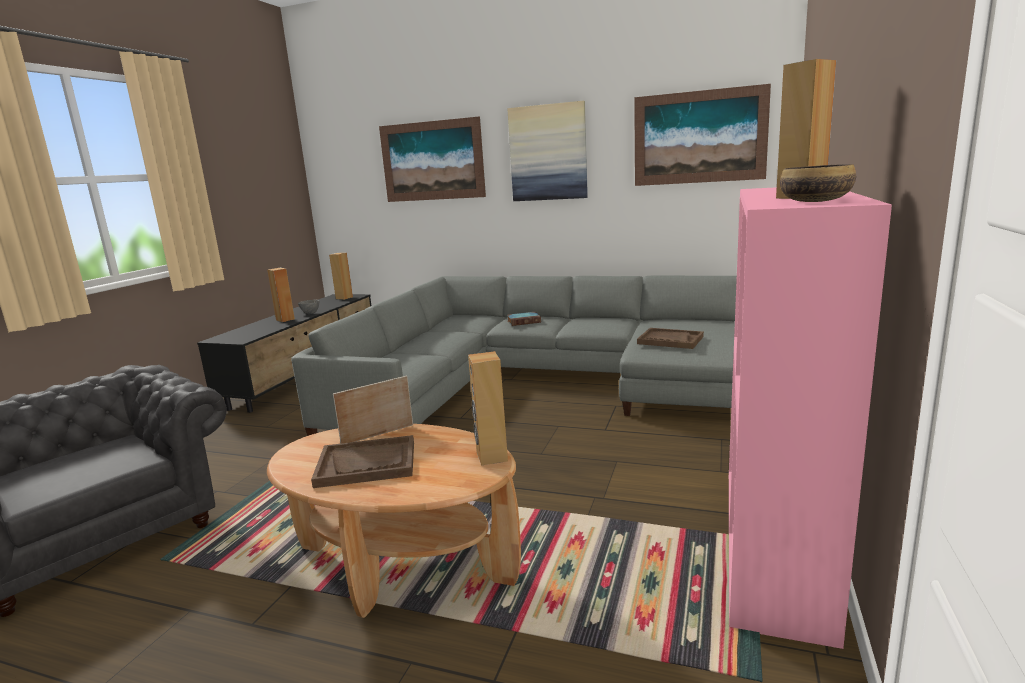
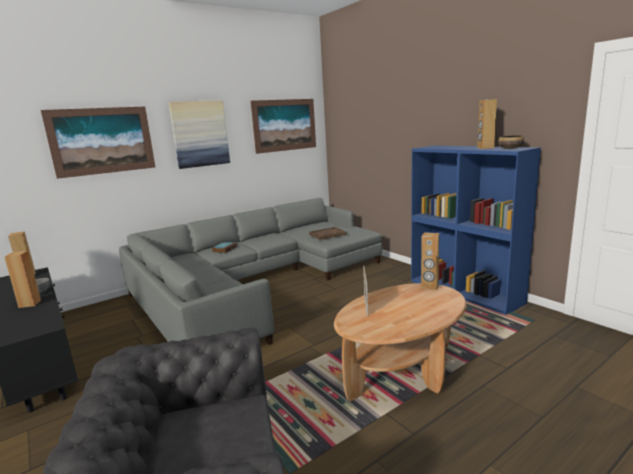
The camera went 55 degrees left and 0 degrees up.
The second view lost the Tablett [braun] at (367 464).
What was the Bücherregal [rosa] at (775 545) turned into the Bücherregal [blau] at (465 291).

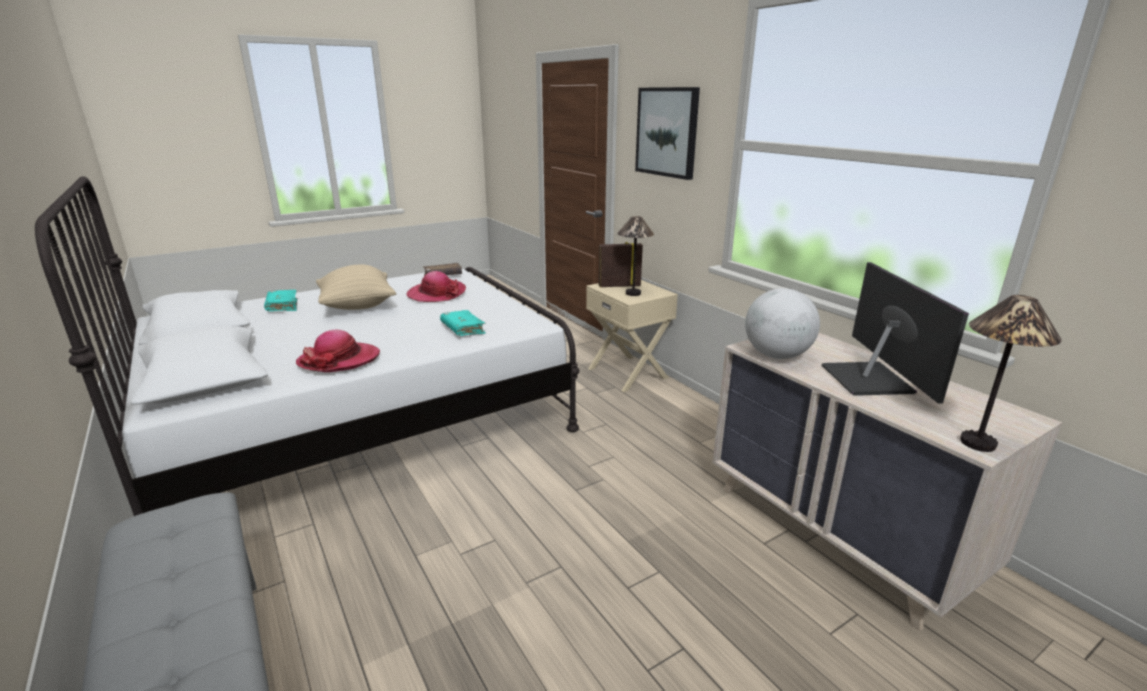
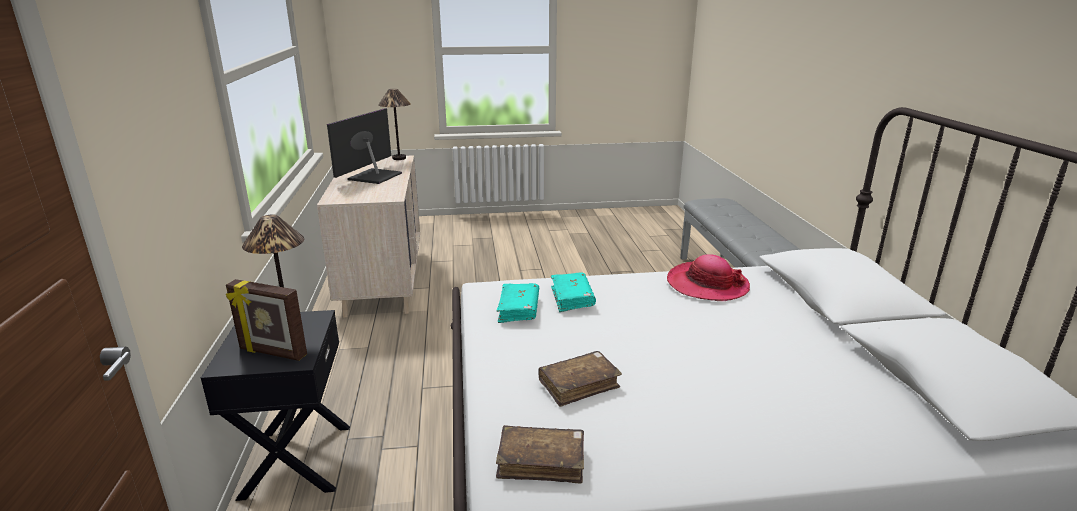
The camera went 155 degrees left and 0 degrees up.
The second view lost the Kissen [beige] at (358 306).
The second view lost the Bild at (667 132).
The second view lost the Globus at (777 355).
The Buch [türkis] ended up elsewhere, having gone from (282 306) to (518 309).
Where the Hut stood at (436 294), the Buch [braun] came to stand at (579 385).
What was the Nachttisch [beige] at (628 373) turned into the Nachttisch [schwarz] at (295 461).

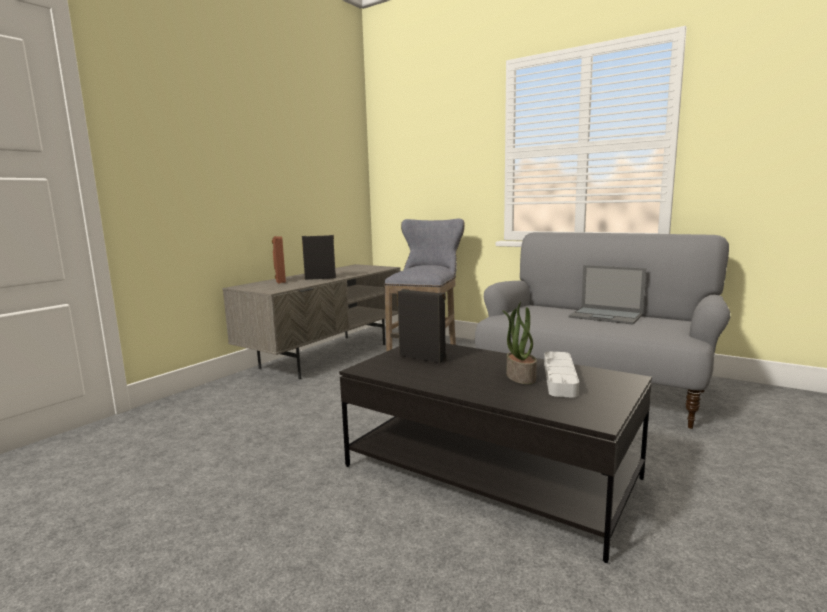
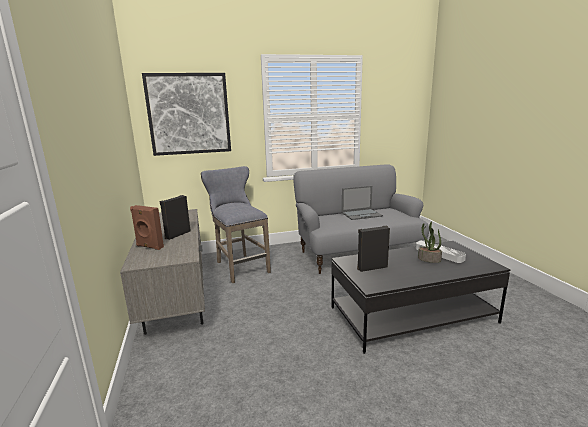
The camera went 50 degrees left and 5 degrees up.
The second view gained the Bild at (189 114).

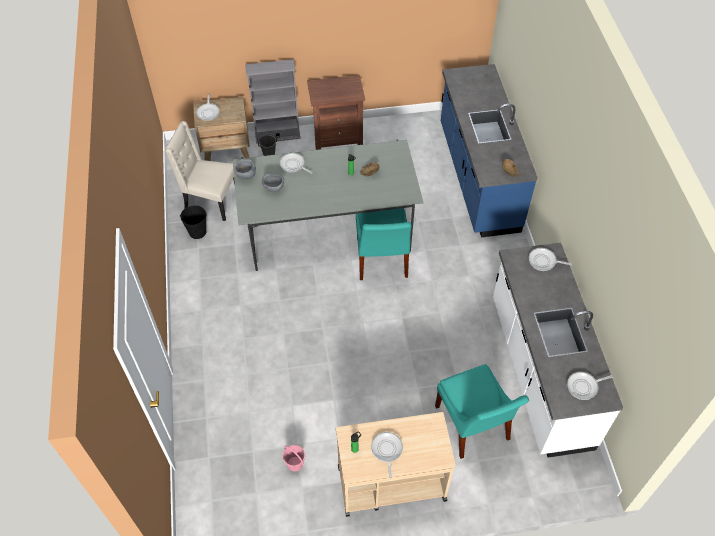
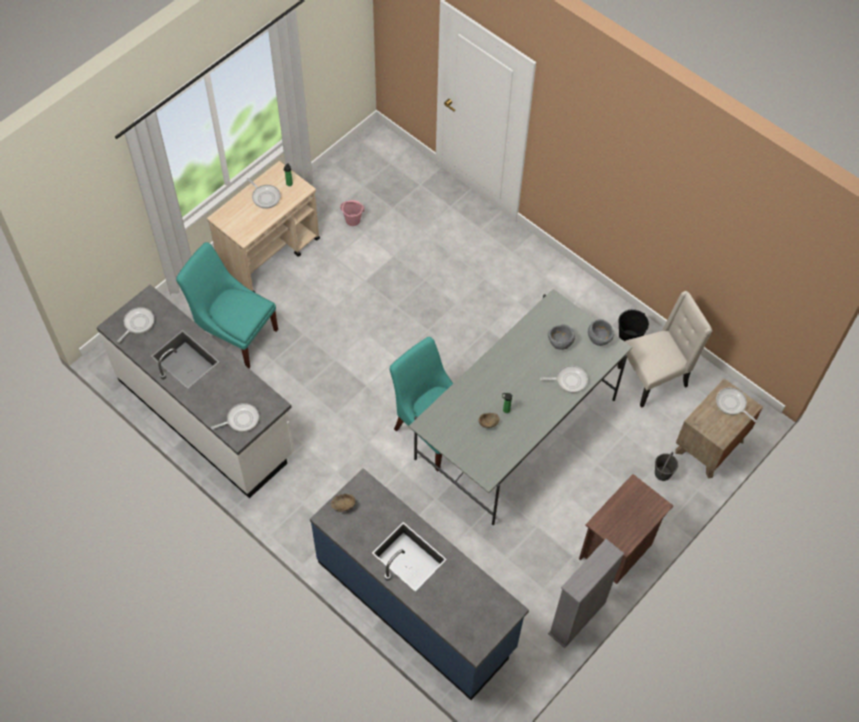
The camera went 140 degrees right and 5 degrees up.
The Bücherregal [grau] ended up elsewhere, having gone from (277 135) to (577 618).

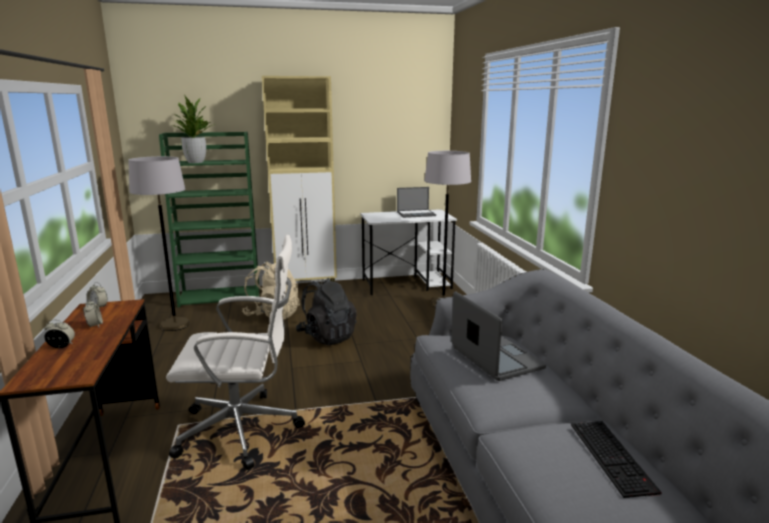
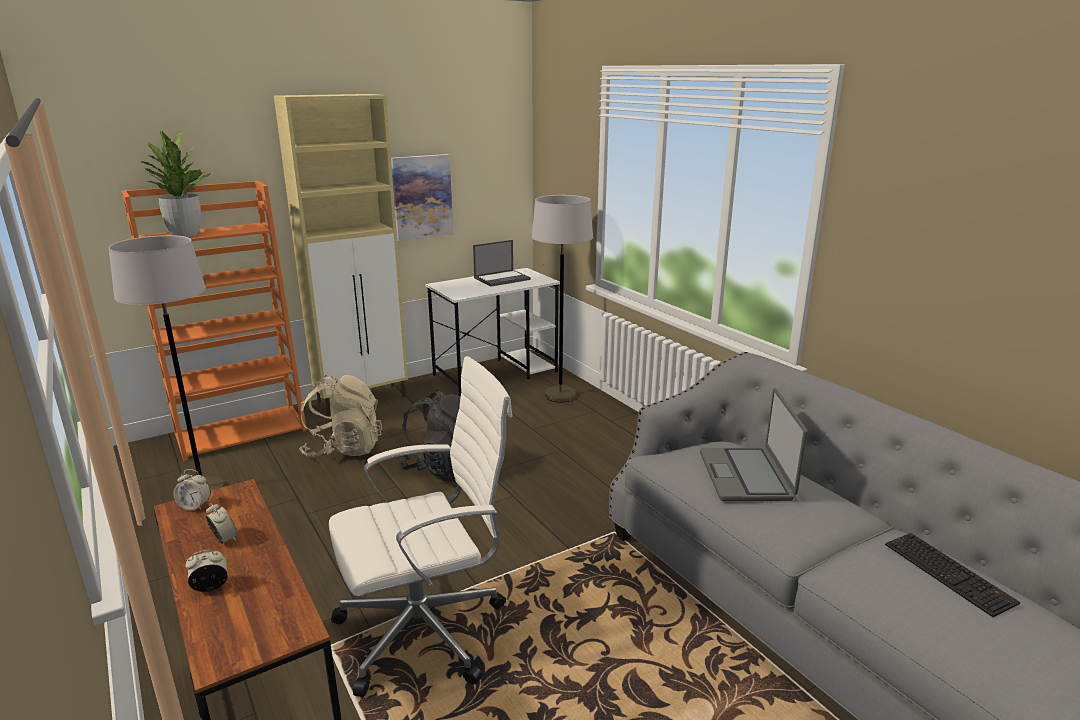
The camera went 20 degrees left and 5 degrees up.
The second view gained the Bild at (422 197).
What was the Bücherregal [grün] at (221 296) turned into the Bücherregal [orange] at (242 431).
The Laptop at (495 358) ended up facing another way, 135 degrees counterclockwise from before.

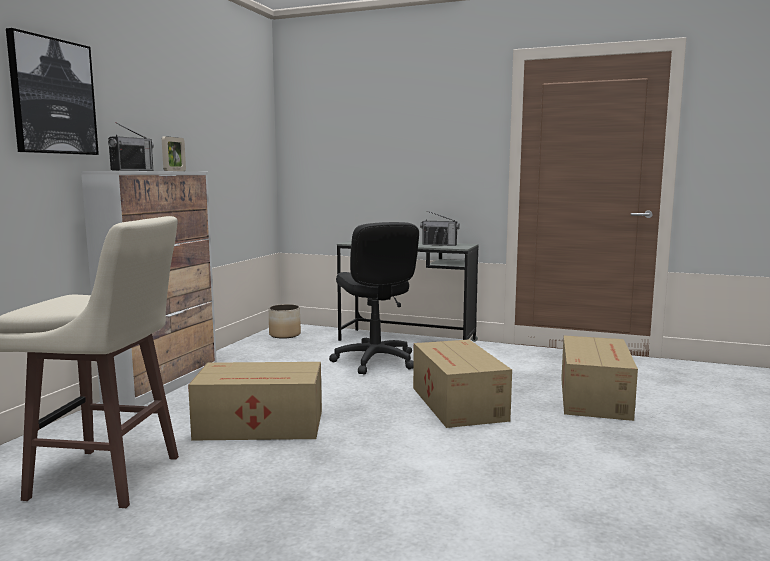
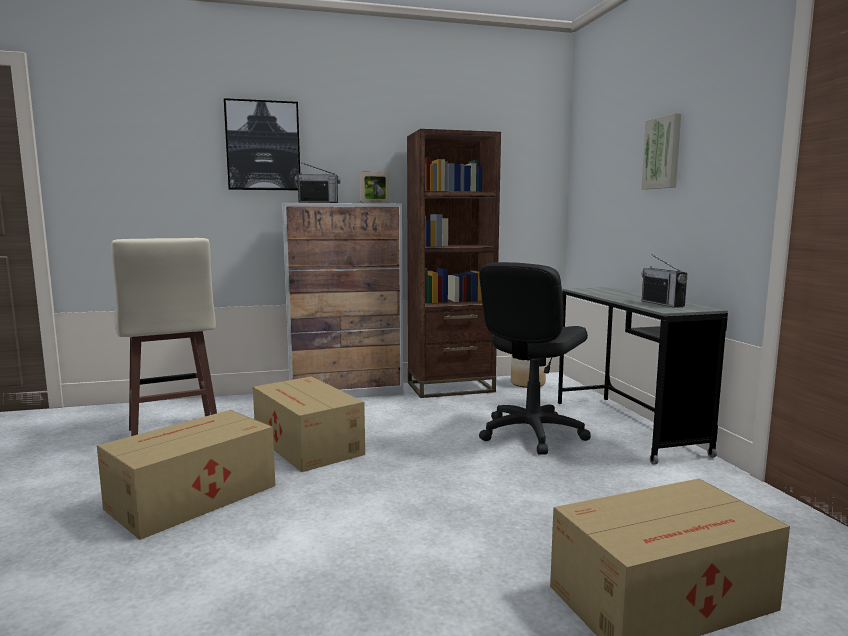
The camera went 55 degrees right and 0 degrees up.
The second view gained the Bücherregal [braun] at (450 387).
The second view gained the Bild at (663 153).
The Karton ended up elsewhere, having gone from (458 404) to (190 497).

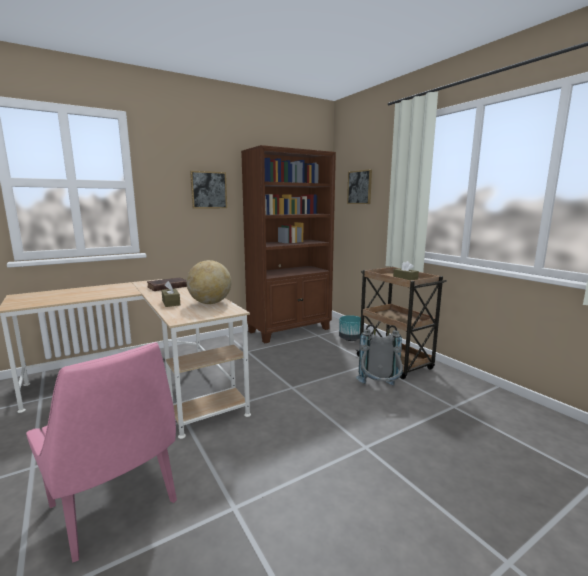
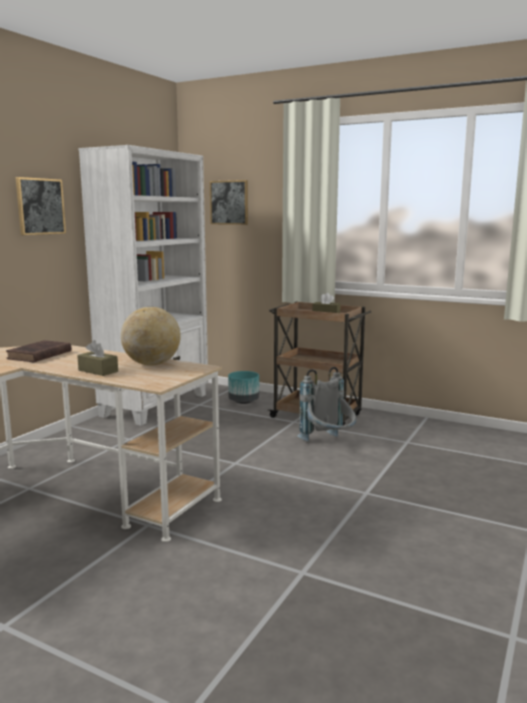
The camera went 30 degrees left and 0 degrees up.
The second view lost the Stuhl [rosa] at (115 506).
What was the Bücherregal [braun] at (290 330) turned into the Bücherregal [weiß] at (156 405).

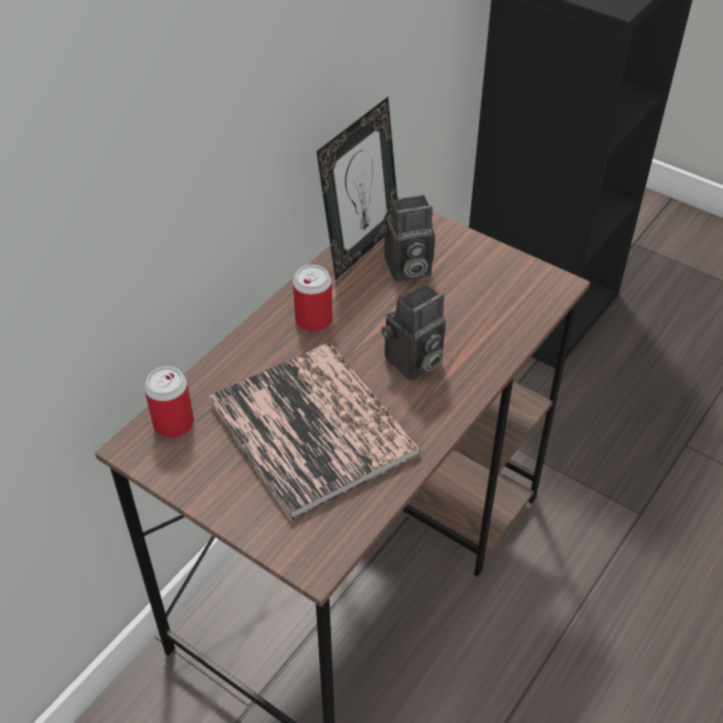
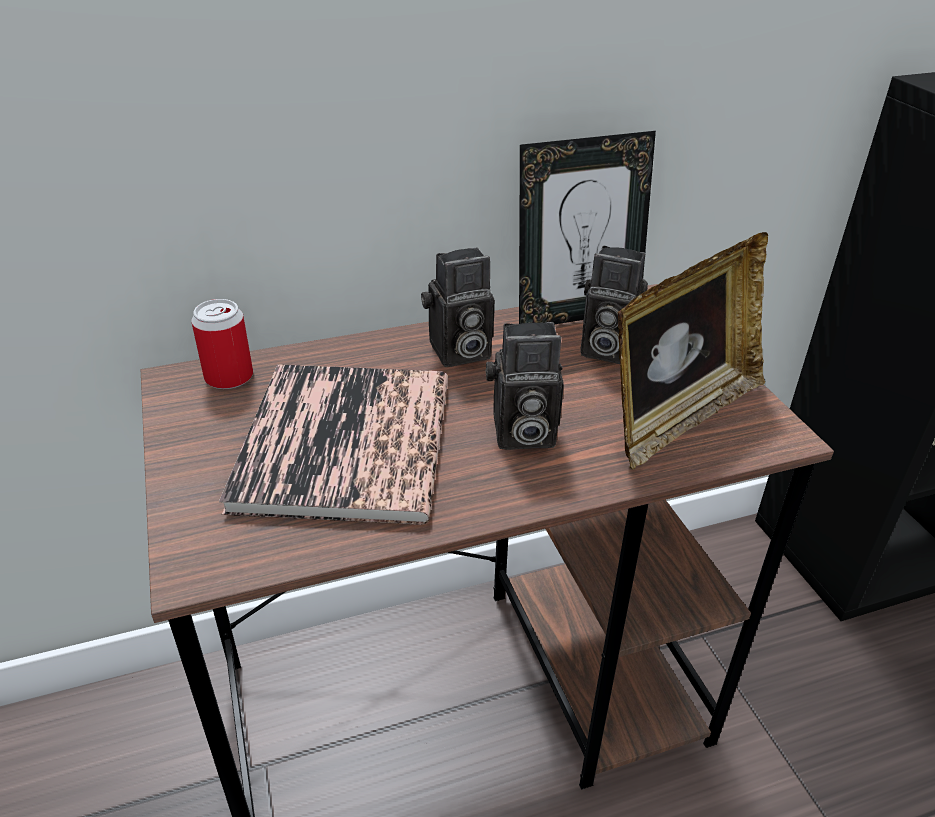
The camera went 35 degrees right and 10 degrees down.
The second view gained the Bilderrahmen at (679 416).
Where the Dose stood at (314 320), the Kamera came to stand at (458 353).

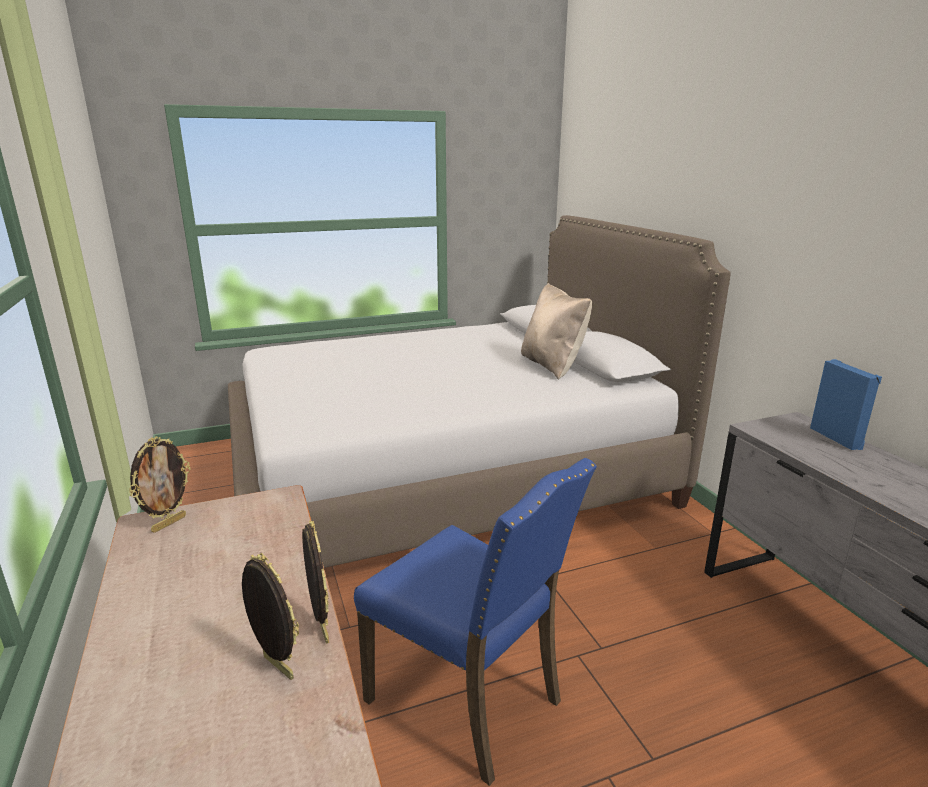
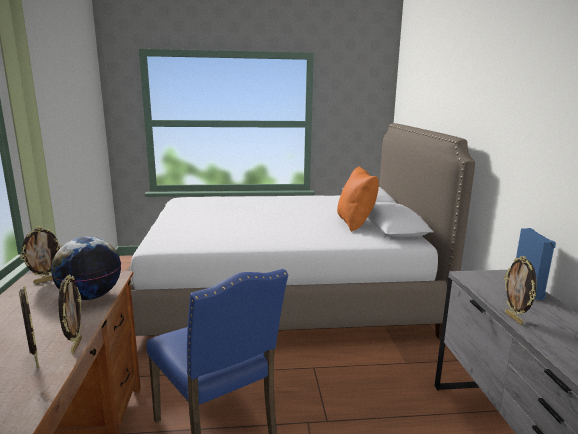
The camera went 15 degrees right and 5 degrees down.
The second view gained the Globus at (90 296).
The second view gained the Bilderrahmen at (514 318).
What was the Kissen [beige] at (553 365) turned into the Kissen [orange] at (355 223).

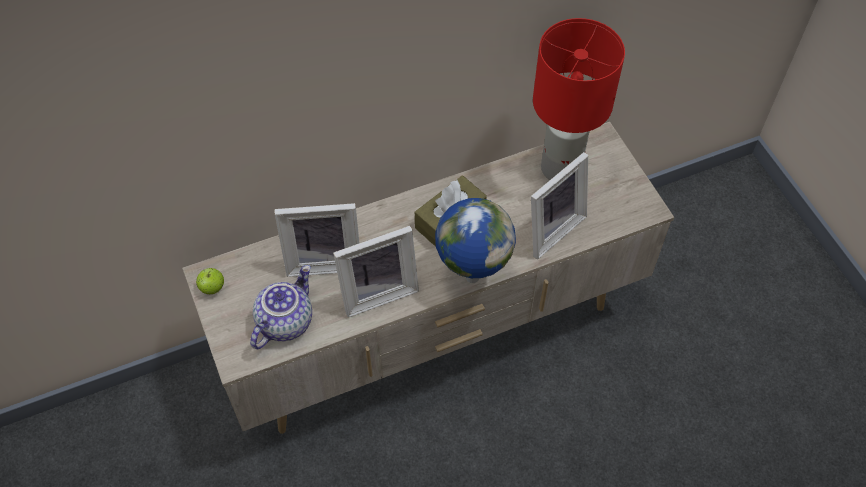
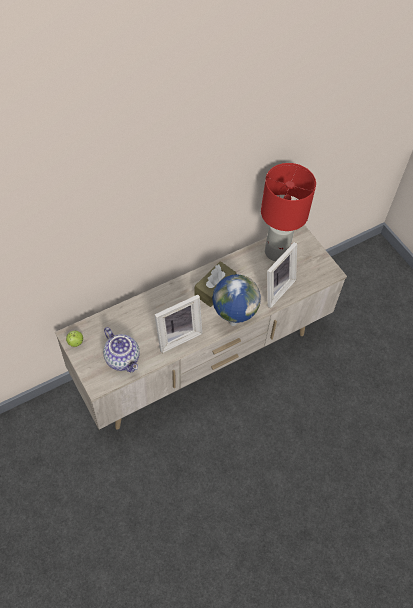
The camera went 10 degrees left and 0 degrees up.
The second view lost the Bilderrahmen at (324 259).
The Teekanne at (284 321) ended up facing another way, 120 degrees clockwise from before.

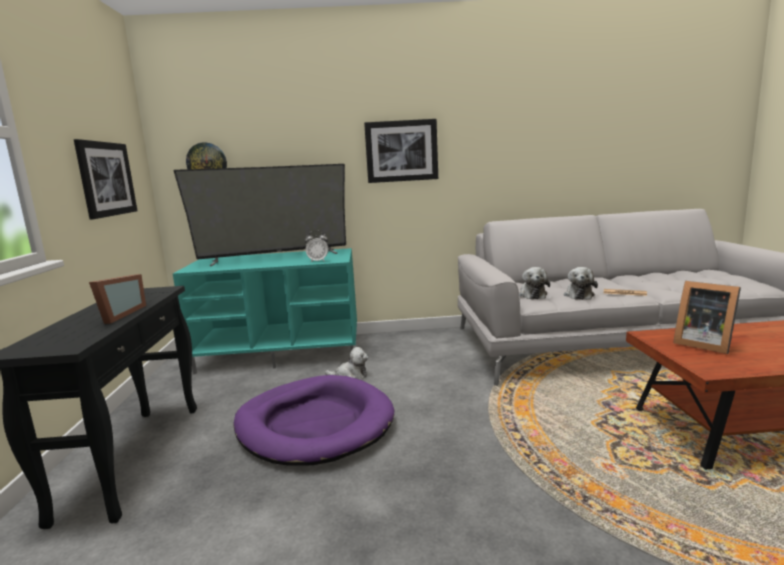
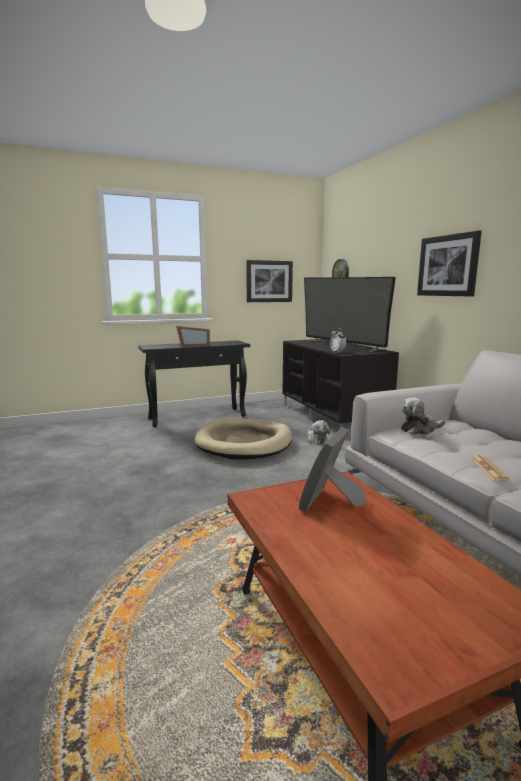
The camera went 70 degrees right and 0 degrees up.
The second view lost the Plüschtier at (579 295).
What was the Fernsehschrank [türkis] at (282 353) turned into the Fernsehschrank [schwarz] at (333 417).
What was the Hundebett [lila] at (314 424) turned into the Hundebett [beige] at (244 443).

